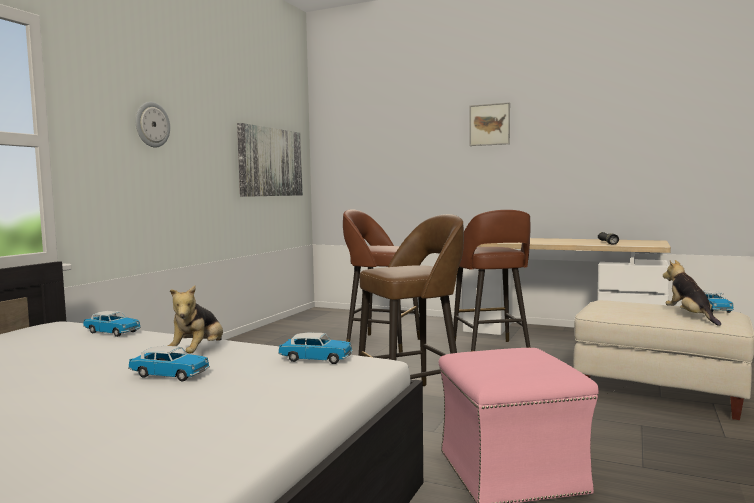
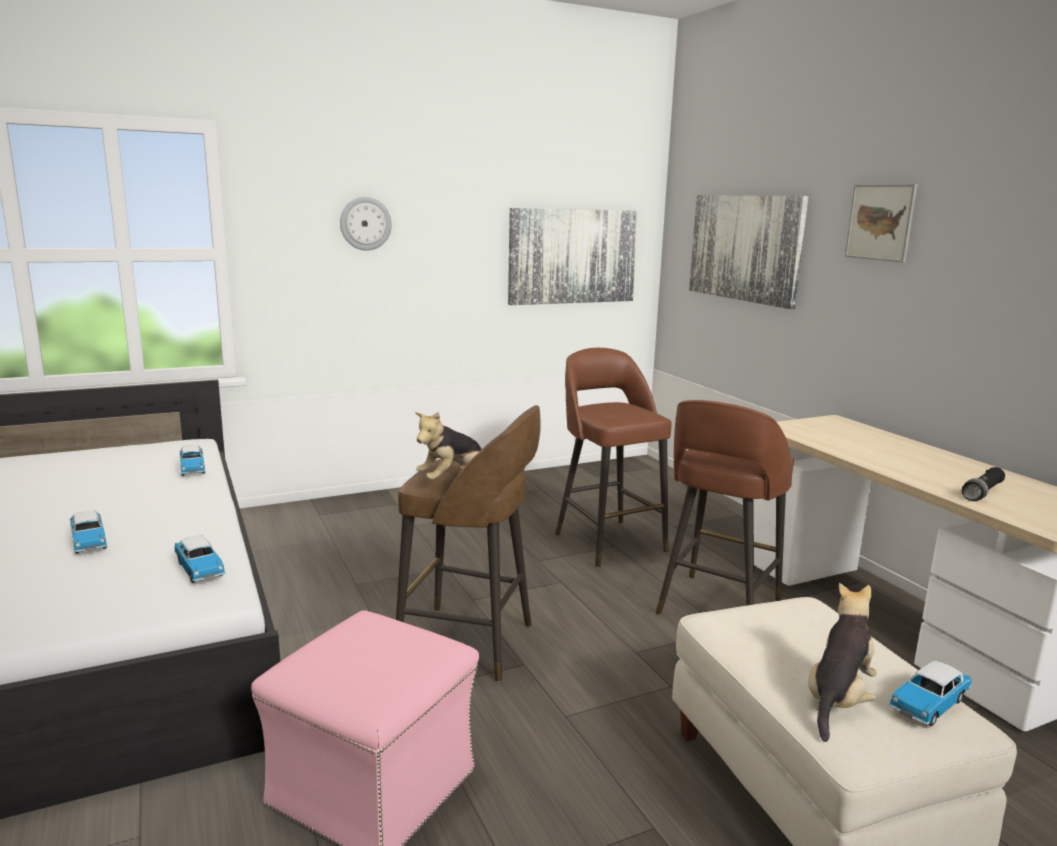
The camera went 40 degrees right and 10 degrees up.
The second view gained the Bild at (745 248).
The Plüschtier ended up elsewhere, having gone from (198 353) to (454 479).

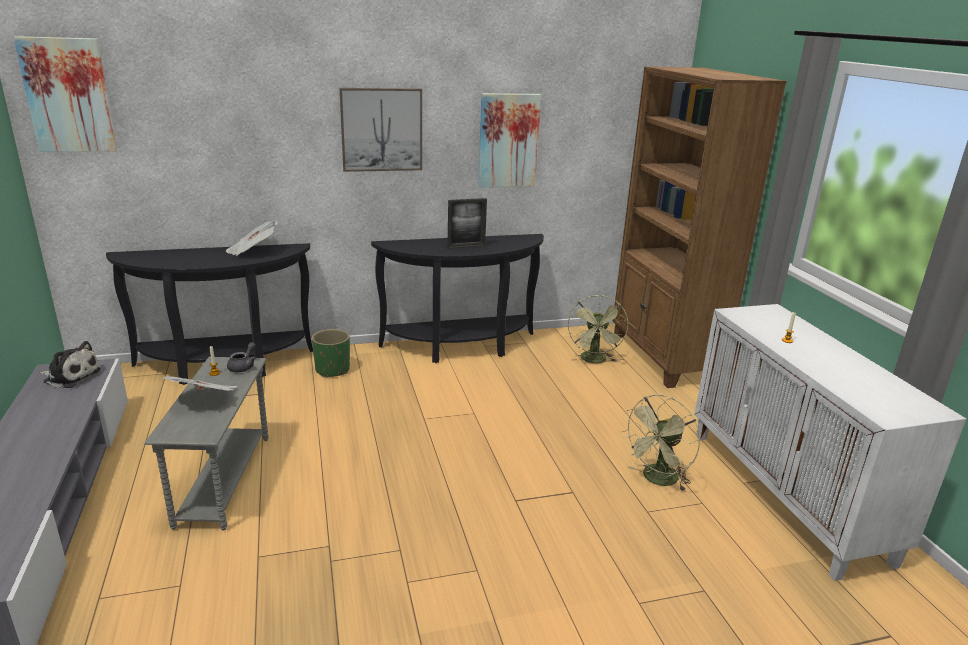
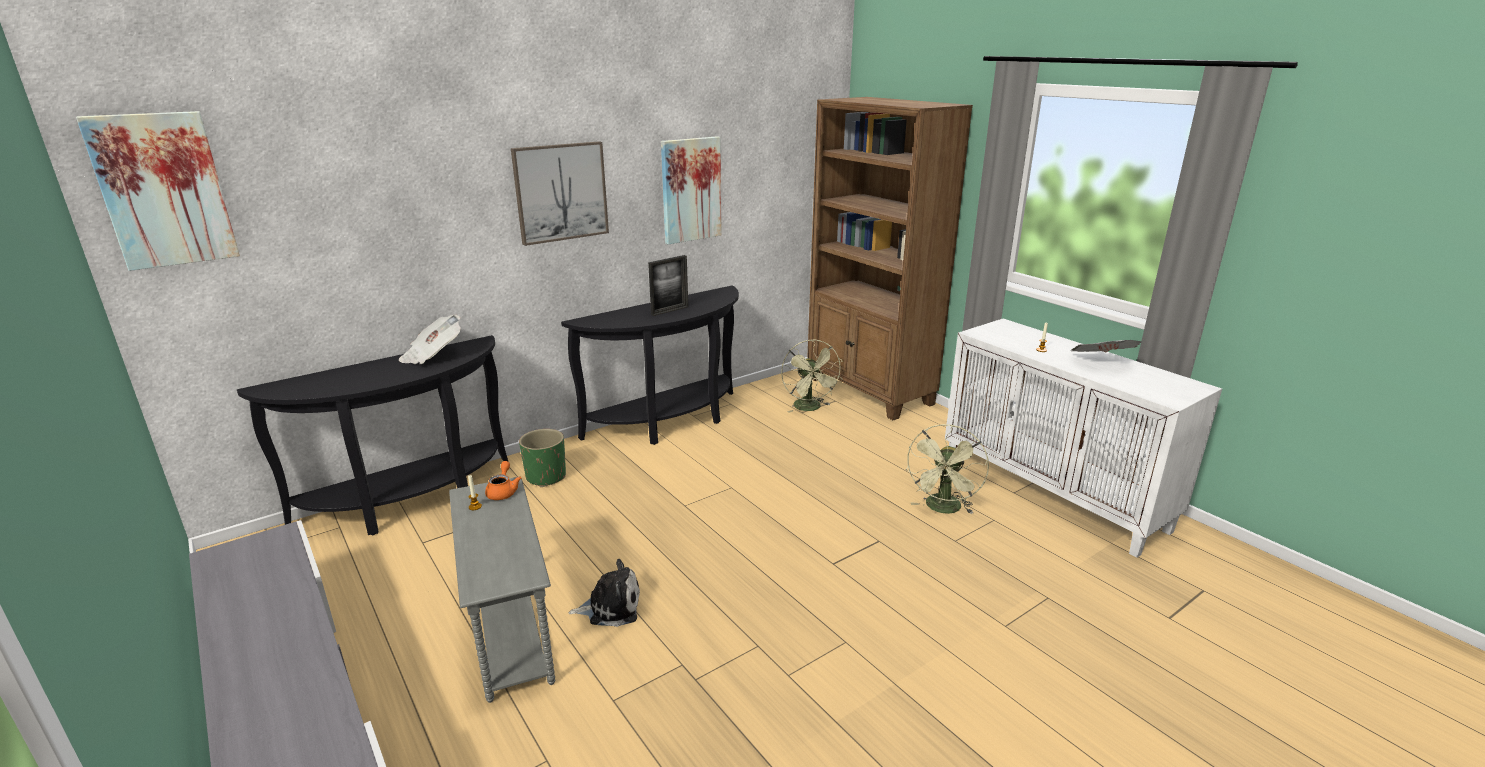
The camera went 20 degrees left and 0 degrees up.
The Plüschtier ended up elsewhere, having gone from (70 376) to (611 607).
The Zeitung ended up elsewhere, having gone from (205 399) to (1101 362).
What was the Teekanne [grau] at (243 366) turned into the Teekanne [orange] at (503 491).

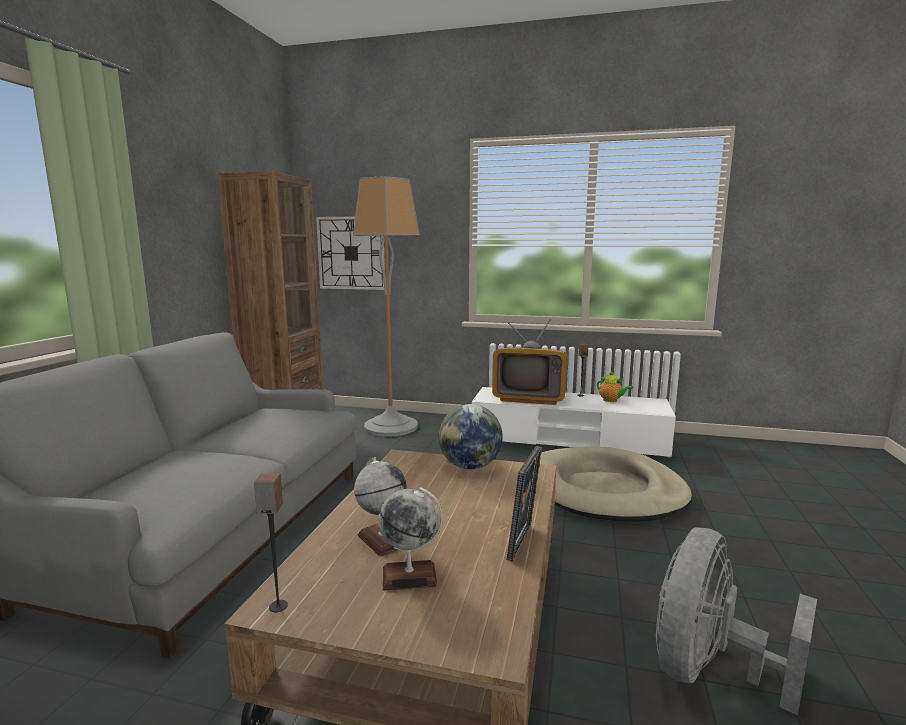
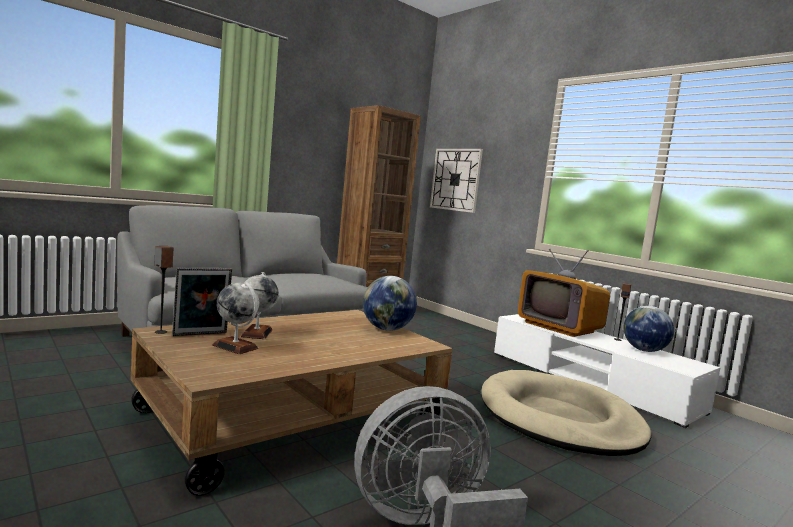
The camera went 35 degrees right and 5 degrees down.
The second view lost the Stehlampe at (391 427).
The Bilderrahmen ended up elsewhere, having gone from (523 543) to (200 335).
Where the Teekanne stood at (611 400), the Globus came to stand at (644 350).

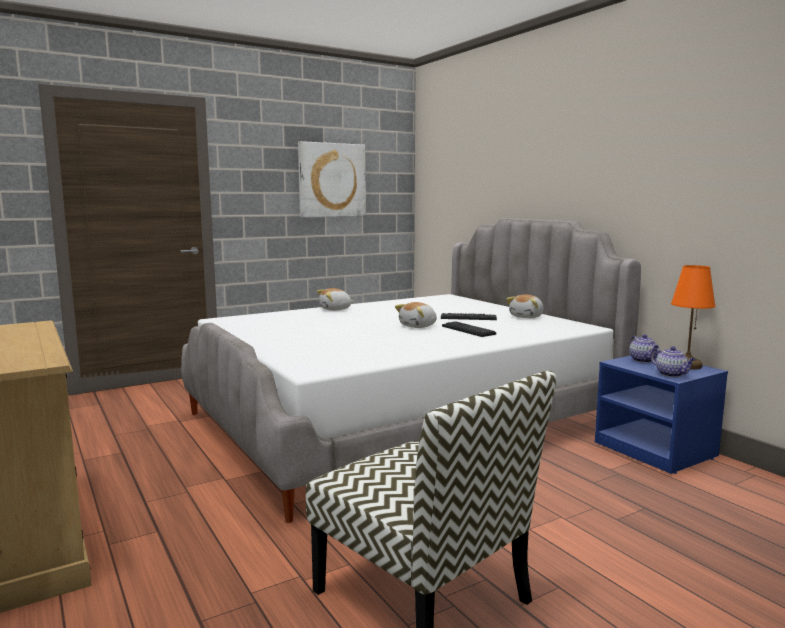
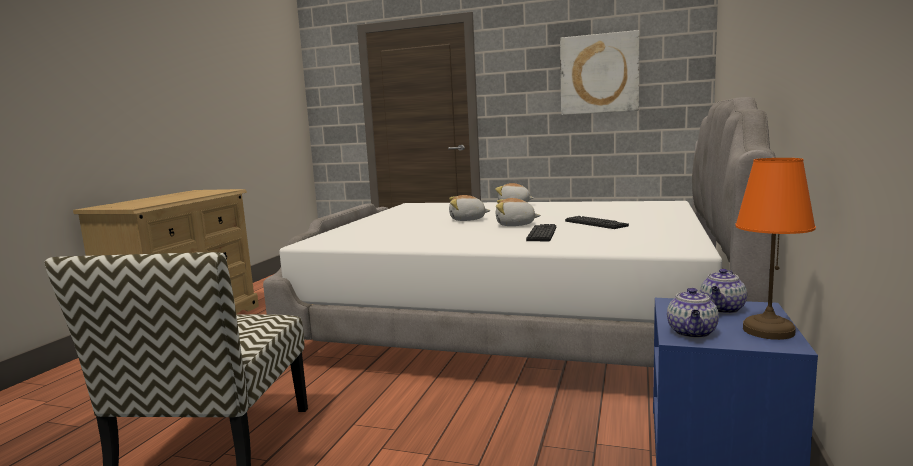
The camera went 50 degrees right and 0 degrees up.
The Plüschtier ended up elsewhere, having gone from (527 317) to (467 220).

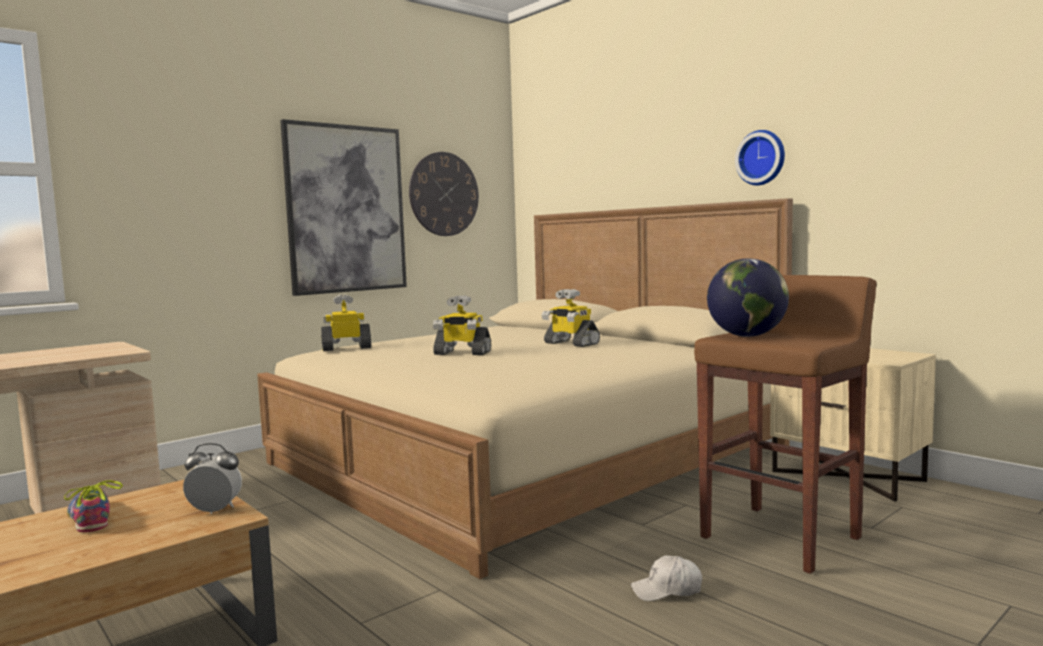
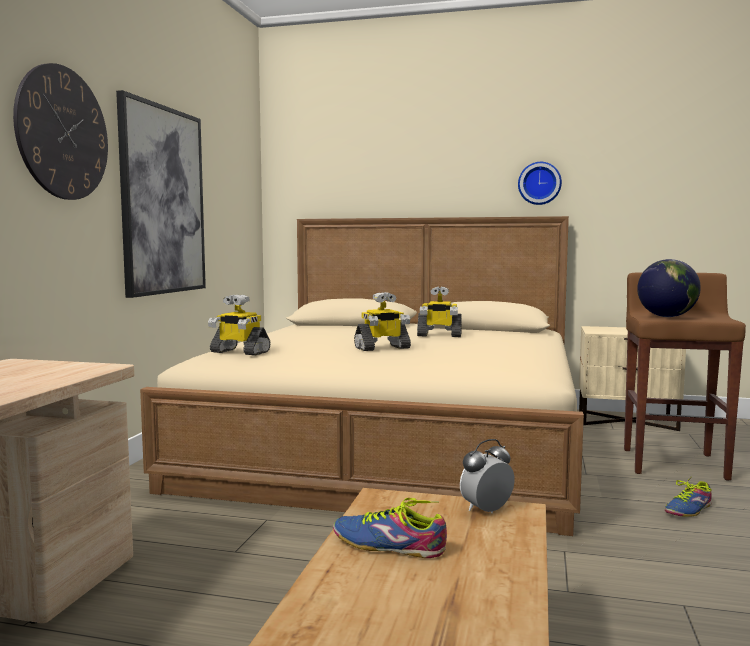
The camera went 35 degrees left and 0 degrees up.
The Wanduhr ended up elsewhere, having gone from (444 194) to (63 133).
Where the Kappe [weiß] stood at (667 590), the Schuh came to stand at (689 509).
The Spielzeugroboter at (346 348) ended up facing another way, 105 degrees counterclockwise from before.

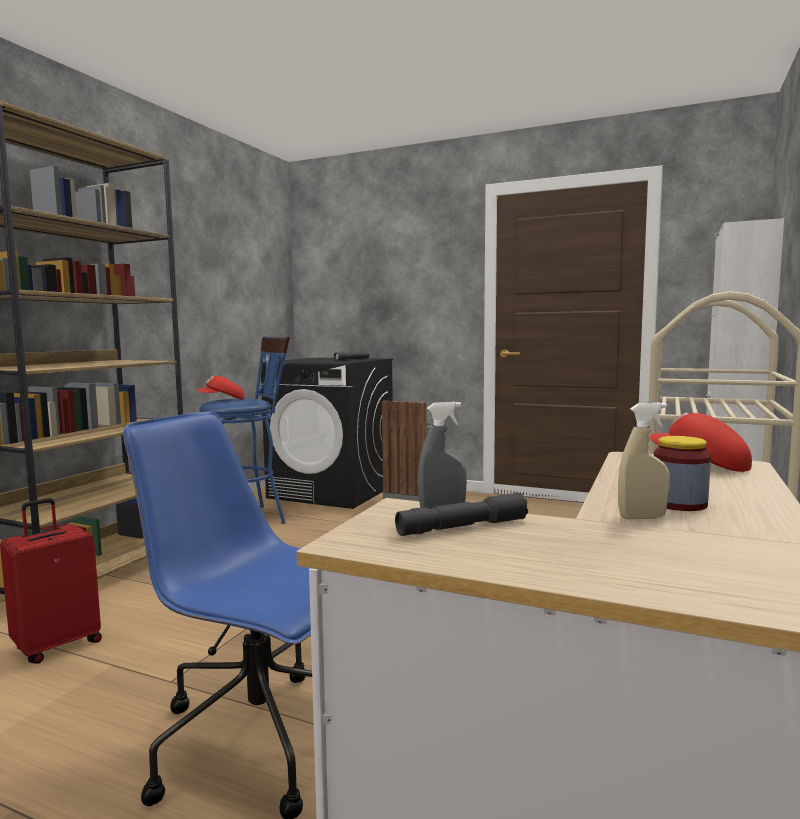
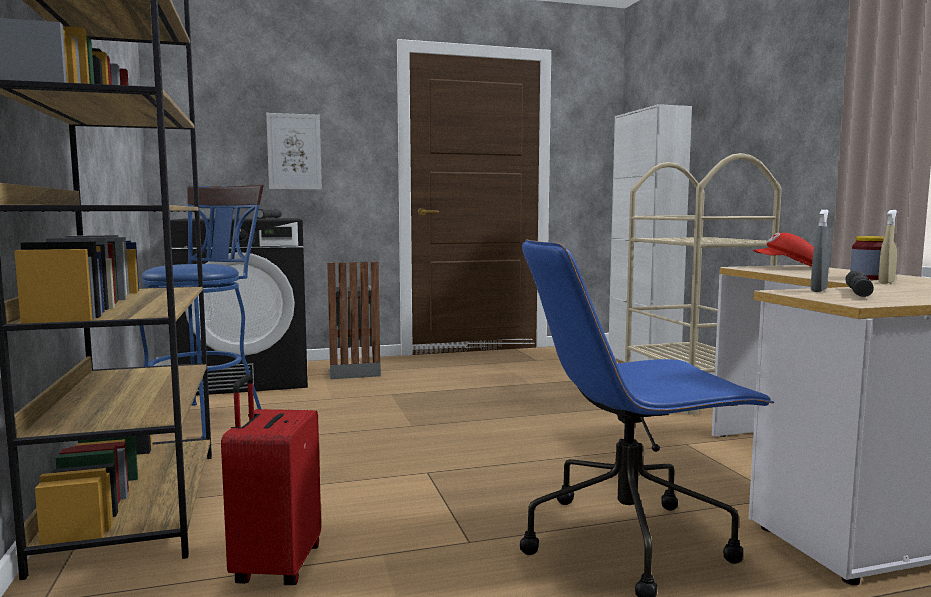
The camera went 40 degrees left and 0 degrees up.
The second view lost the Kappe [rot] at (222 400).
The second view gained the Bild at (294 152).

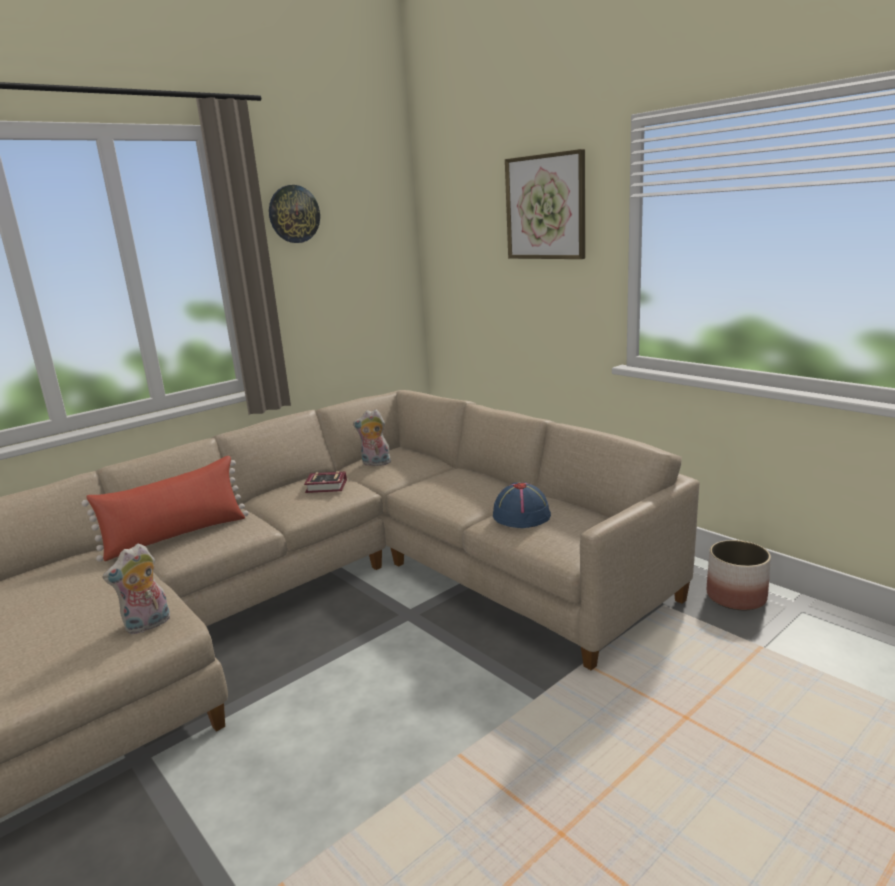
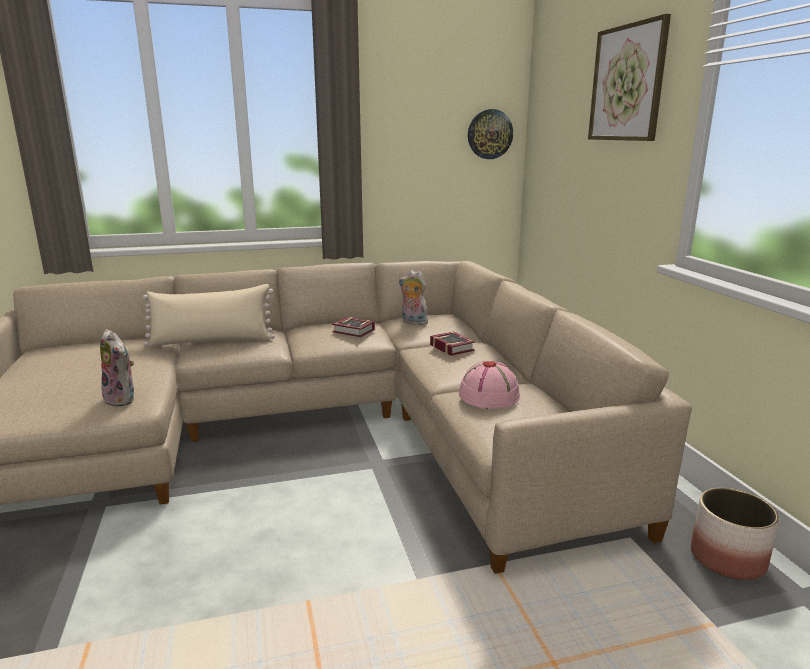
The camera went 25 degrees right and 0 degrees up.
The second view gained the Buch at (451 347).
The Wanduhr ended up elsewhere, having gone from (294 214) to (489 134).
What was the Kissen [rot] at (176 536) turned into the Kissen [beige] at (211 341).
What was the Hut [blau] at (521 515) turned into the Hut [rosa] at (489 395).
The Plüschtier at (147 625) ended up facing another way, 120 degrees counterclockwise from before.

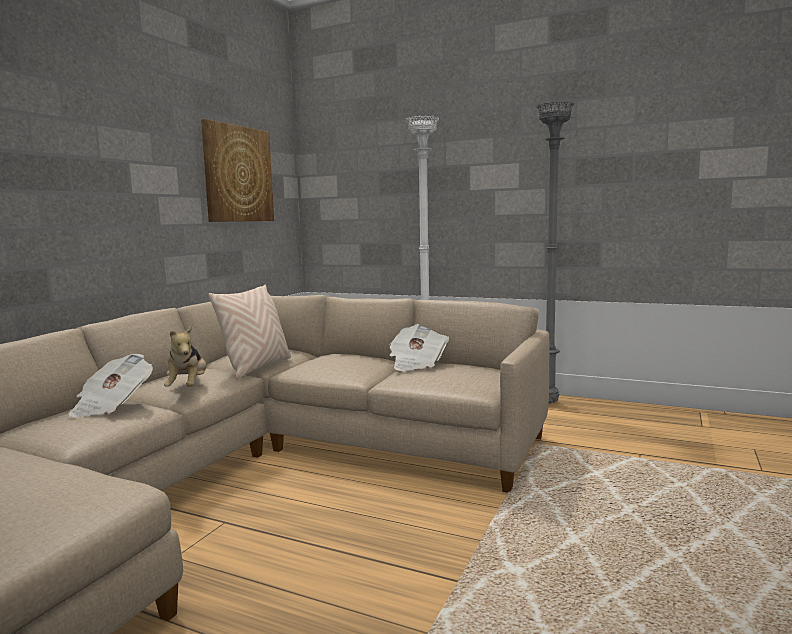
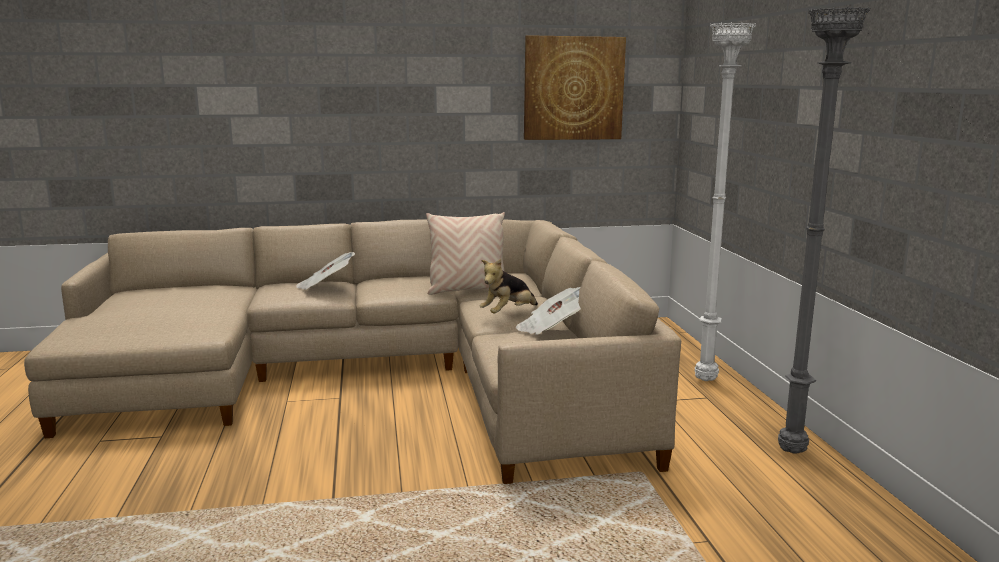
The camera went 55 degrees right and 5 degrees up.
The Plüschtier ended up elsewhere, having gone from (188 387) to (508 313).

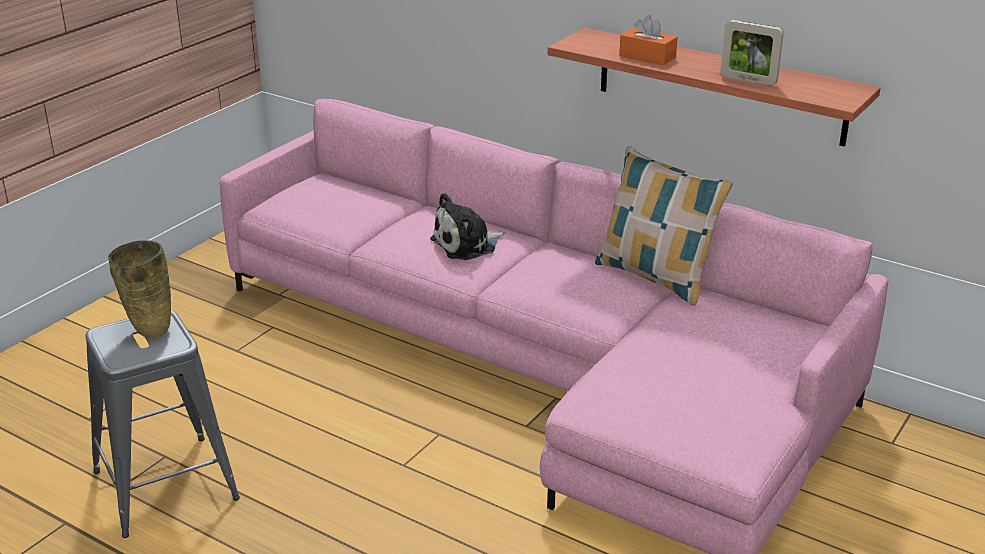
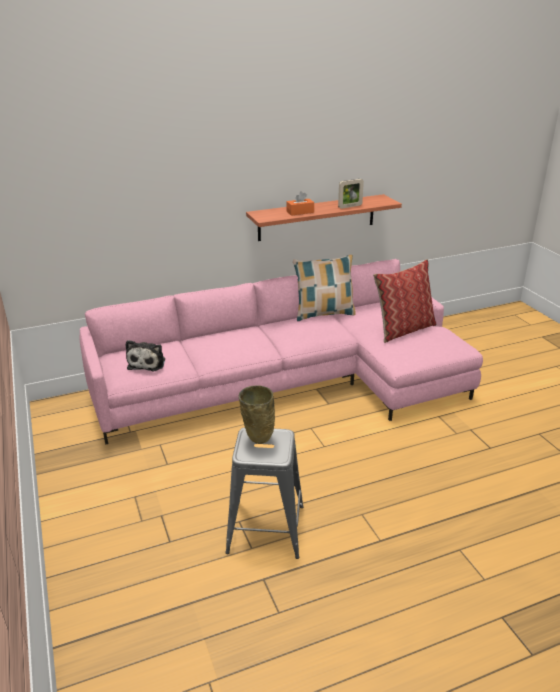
The camera went 55 degrees left and 0 degrees up.
The second view gained the Kissen at (403 329).
The Plüschtier ended up elsewhere, having gone from (467 245) to (147 363).

